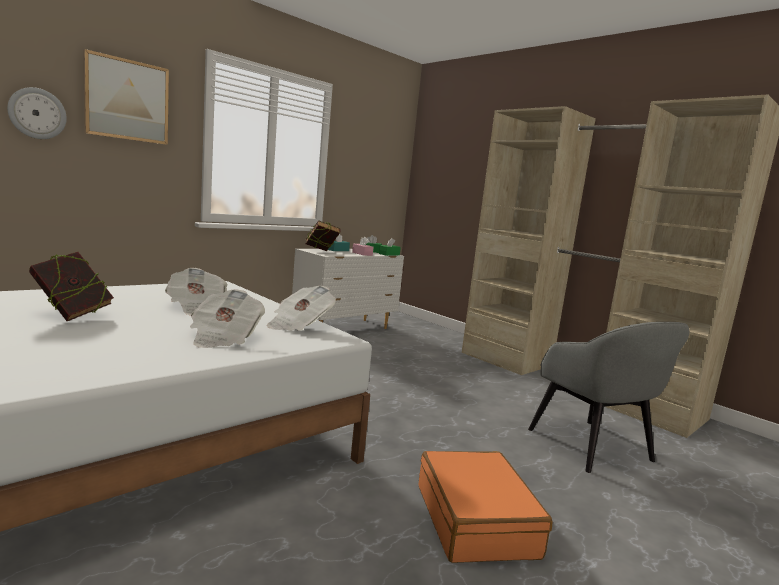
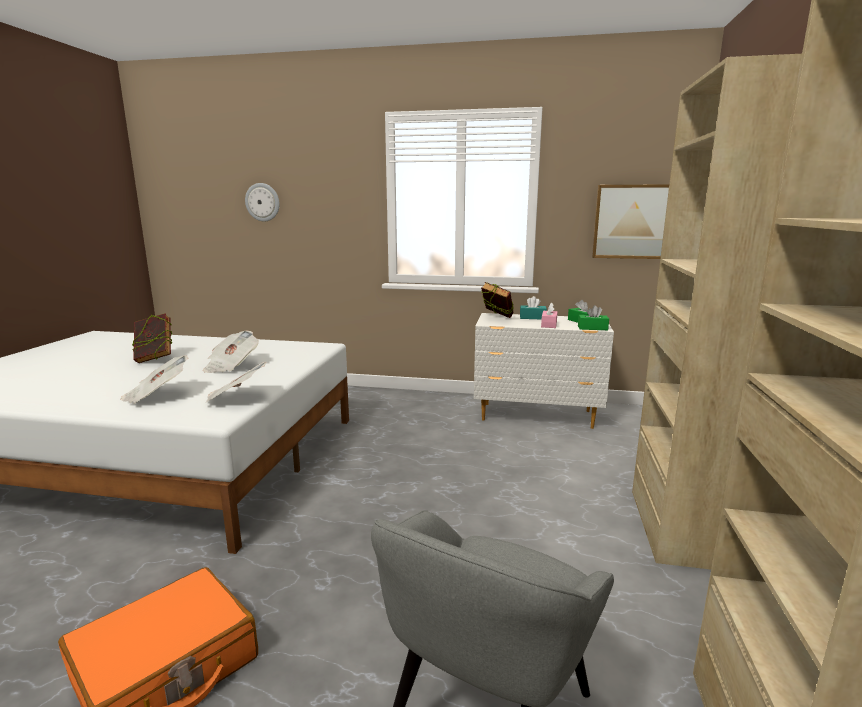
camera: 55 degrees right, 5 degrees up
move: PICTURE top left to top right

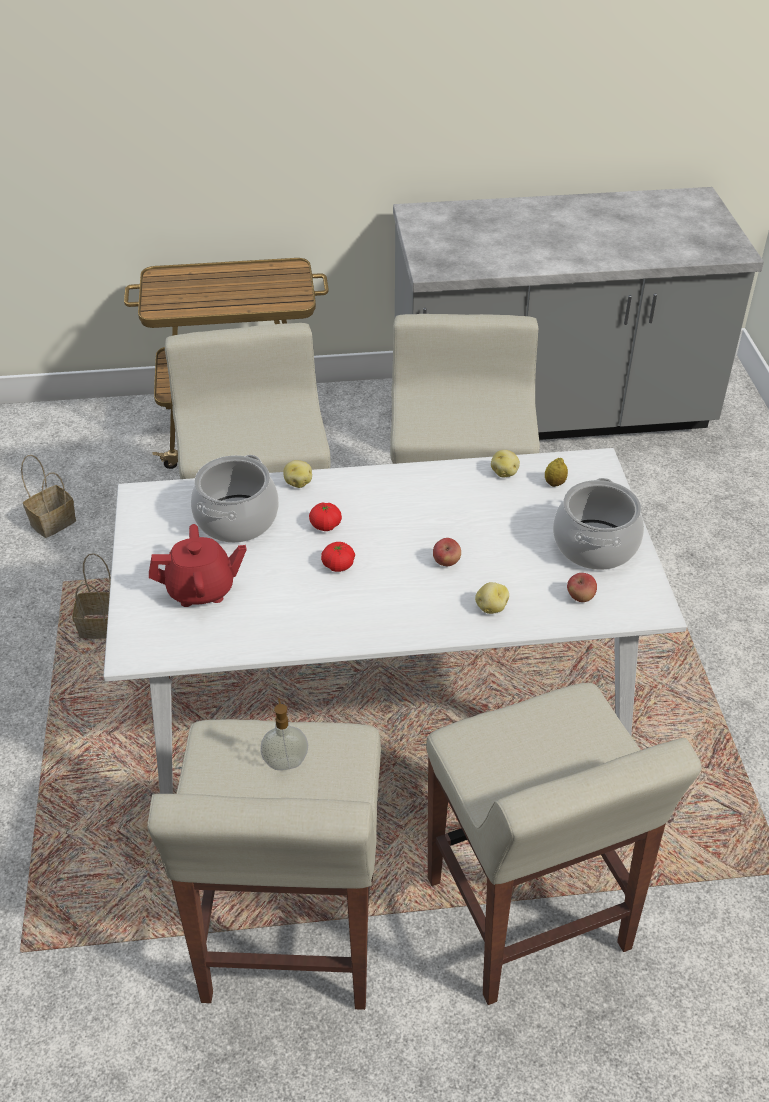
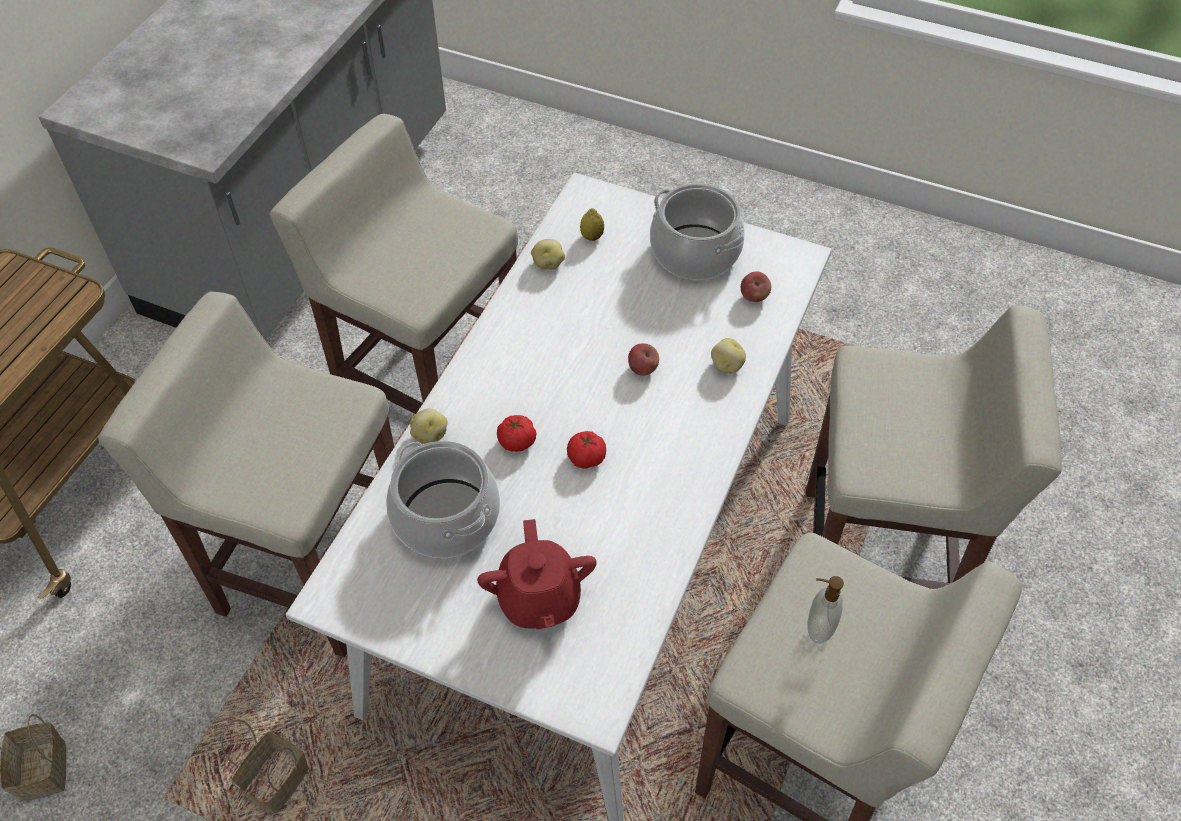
camera: 60 degrees left, 10 degrees up
rotate: RED TEAPOT middle left = bottom centre 150 degrees clockwise

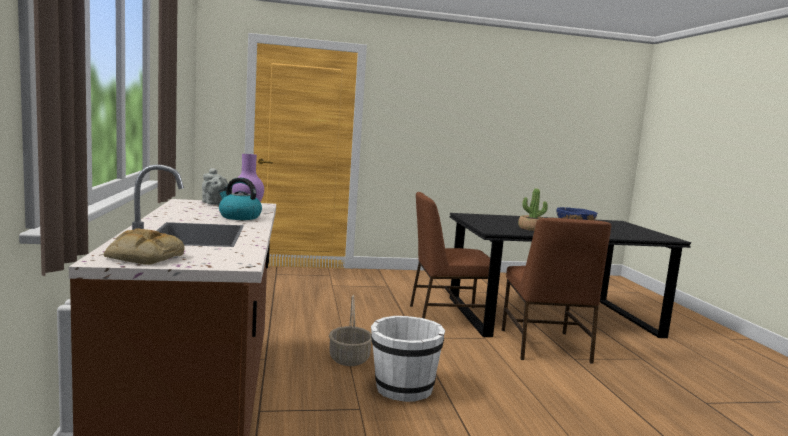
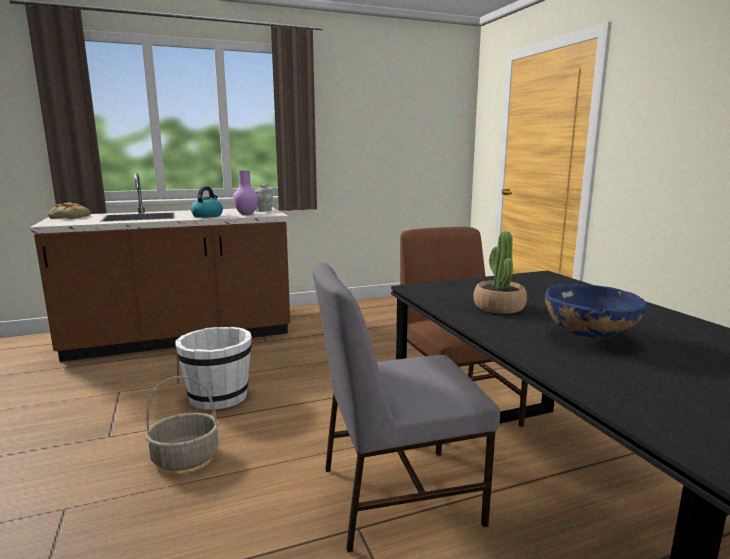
camera: 80 degrees right, 5 degrees up
move: BASKET bottom centre to bottom left
recolor: BROWN CHAIR (2nd from left) bottom right to GREY CHAIR bottom centre

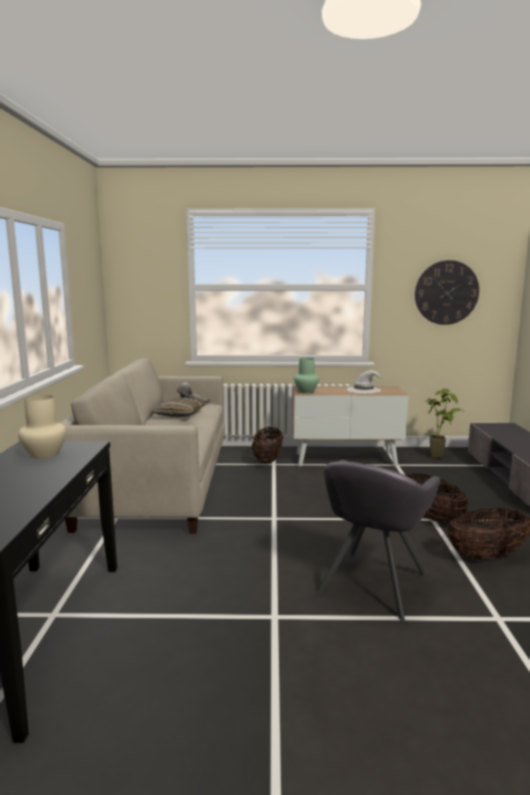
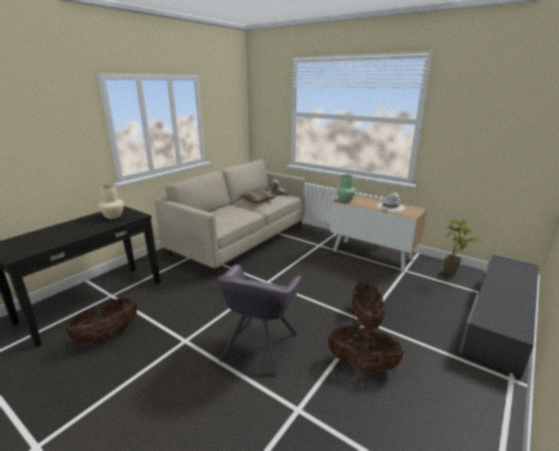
camera: 35 degrees right, 10 degrees up
delete: WALL CLOCK middle right
move: BASKET (1st from left) centre to bottom left
rotate: GREY ARMCHAIR bottom right = bottom centre 45 degrees counterclockwise

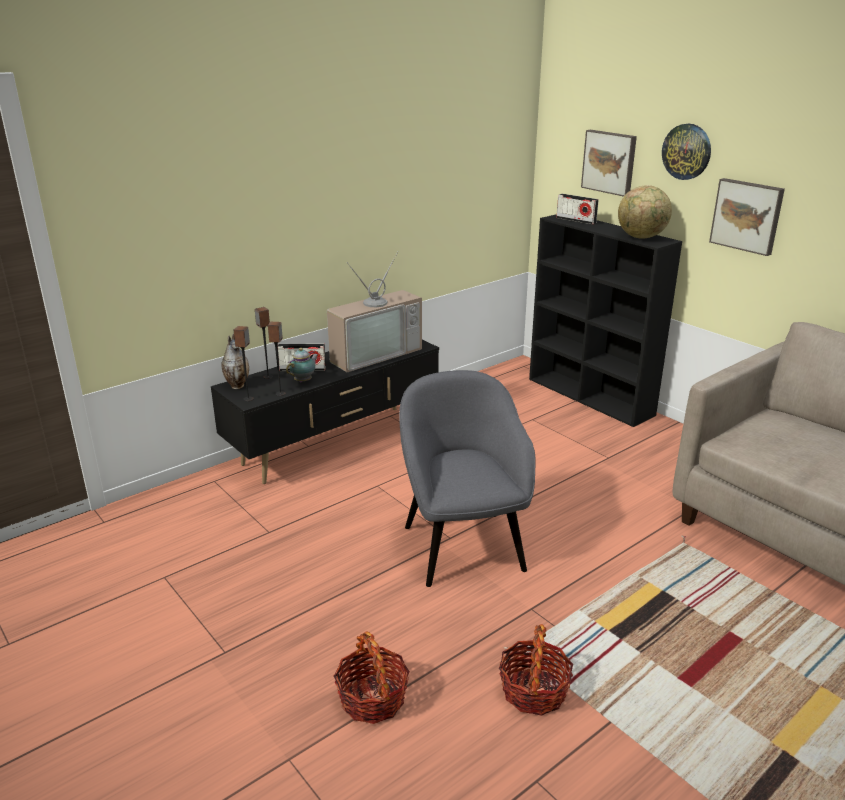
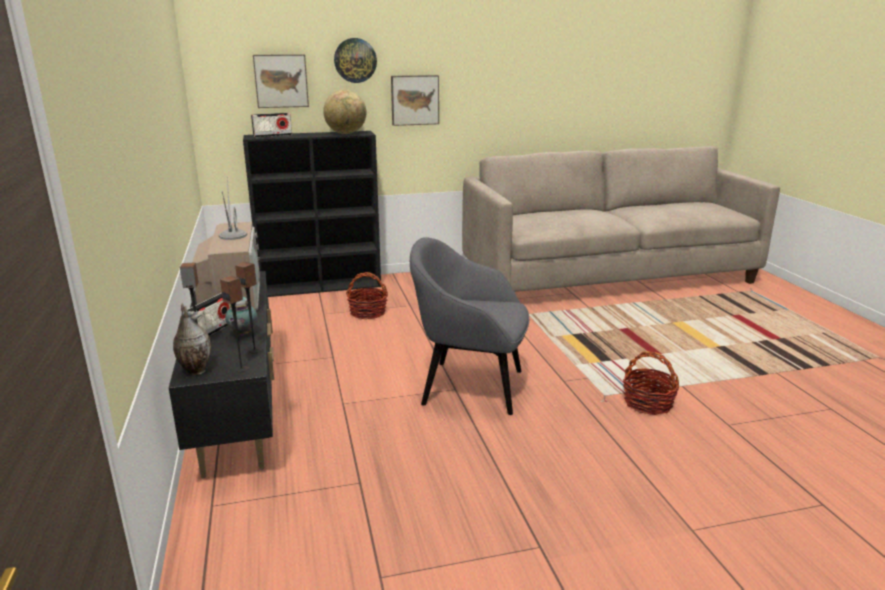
camera: 65 degrees left, 5 degrees down
move: BASKET (1st from left) bottom centre to centre
rotate: TEAPOT centre = middle left 150 degrees counterclockwise

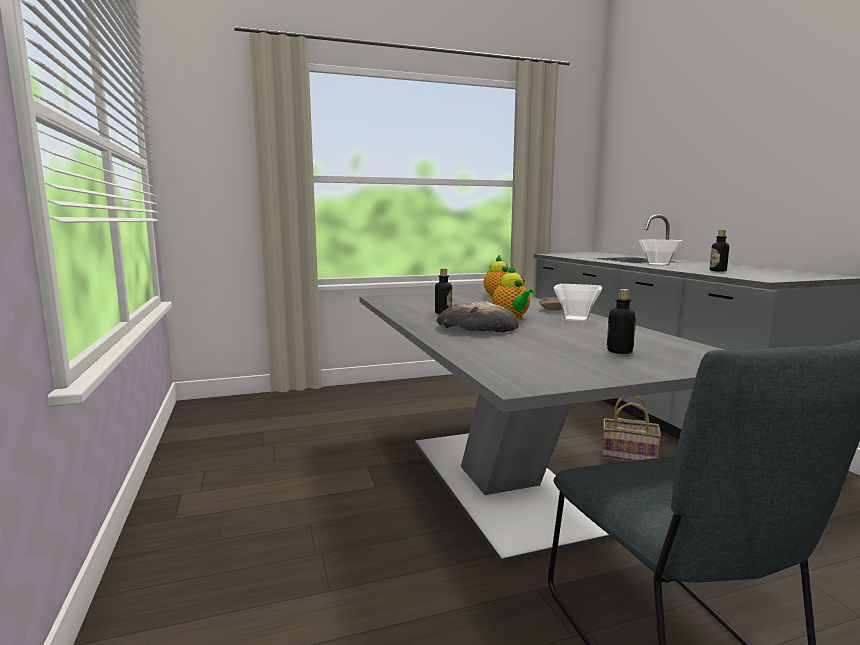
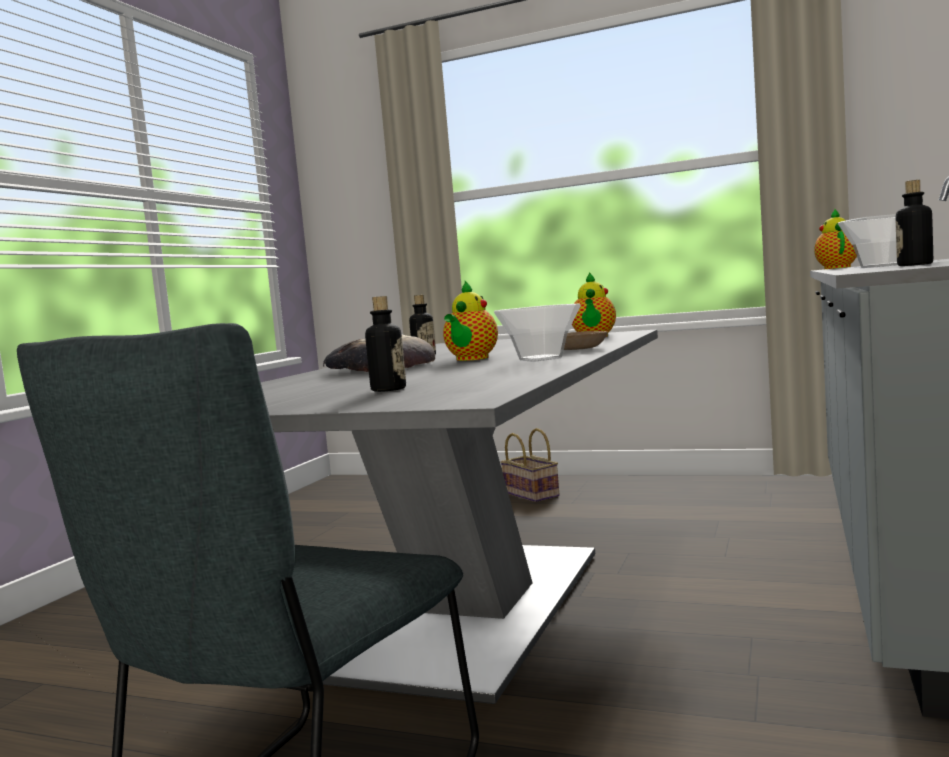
camera: 40 degrees right, 5 degrees down
insert: TEAPOT (3rd from left) top right
move: BASKET middle right to centre

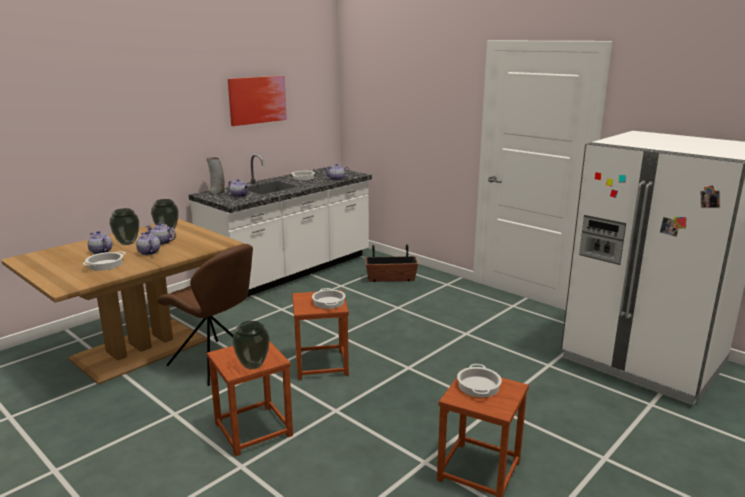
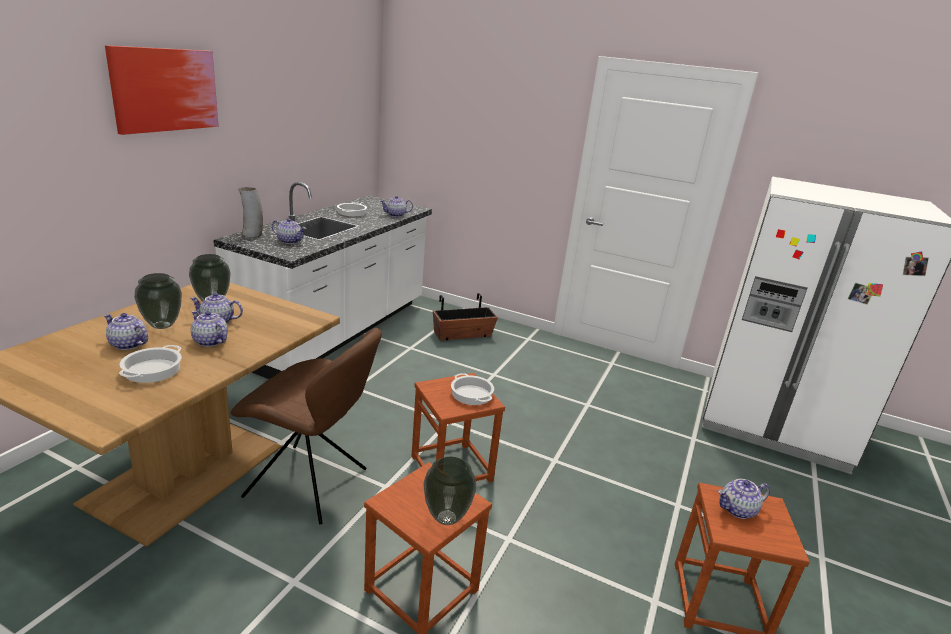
camera: 20 degrees left, 5 degrees up
move: PICTURE top centre to top left
replace: COOKING POT (4th from left) bottom centre to TEAPOT (6th from left) bottom right

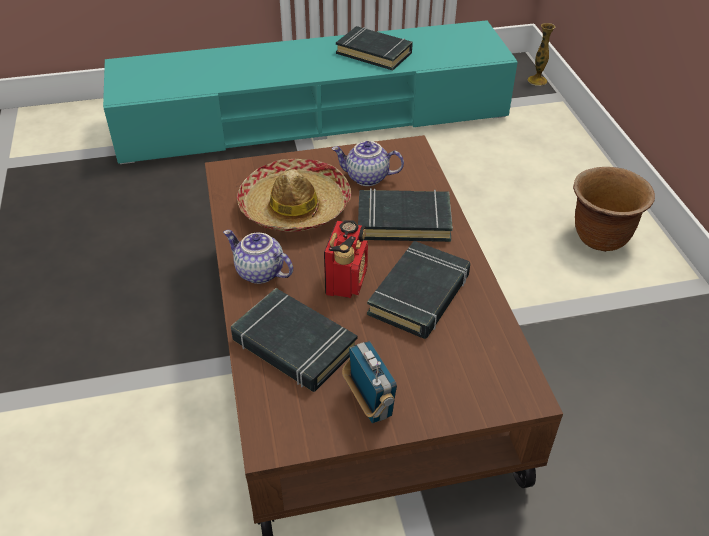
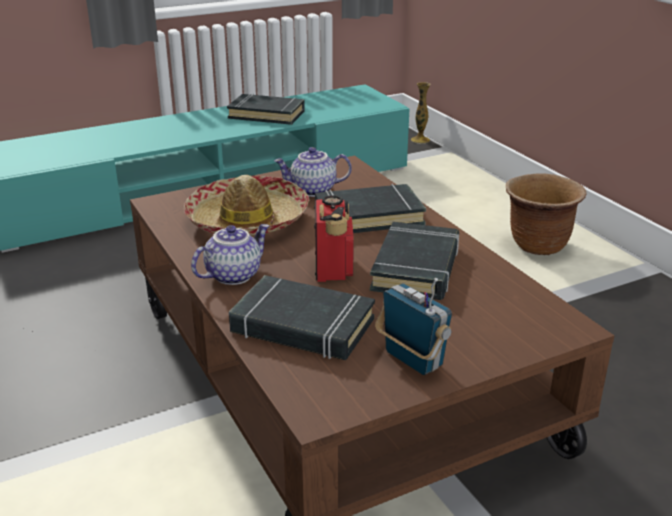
camera: 15 degrees left, 15 degrees down
rotate: TEAPOT (1st from left) centre = centre 120 degrees clockwise

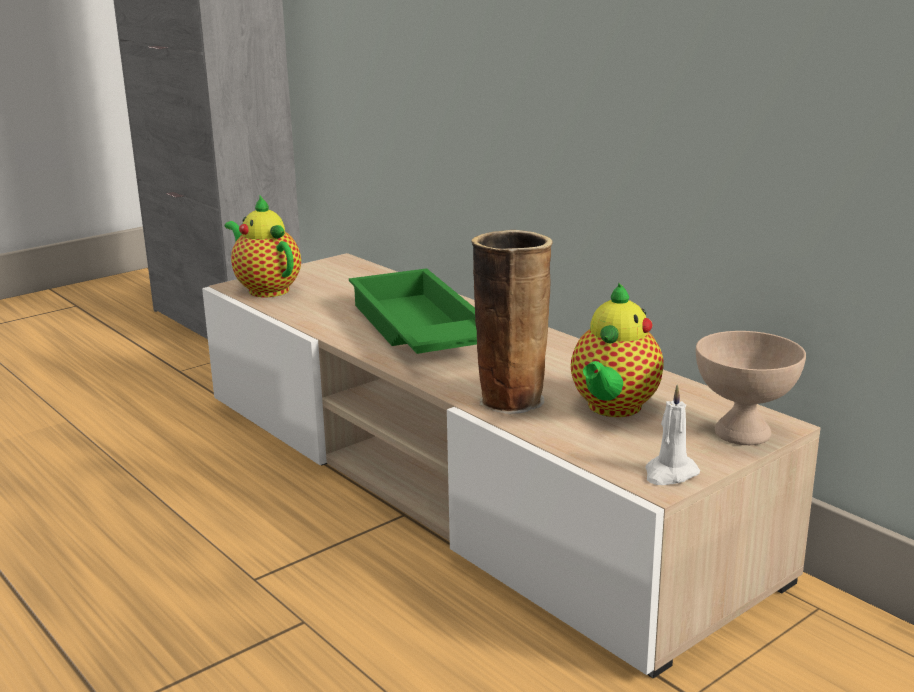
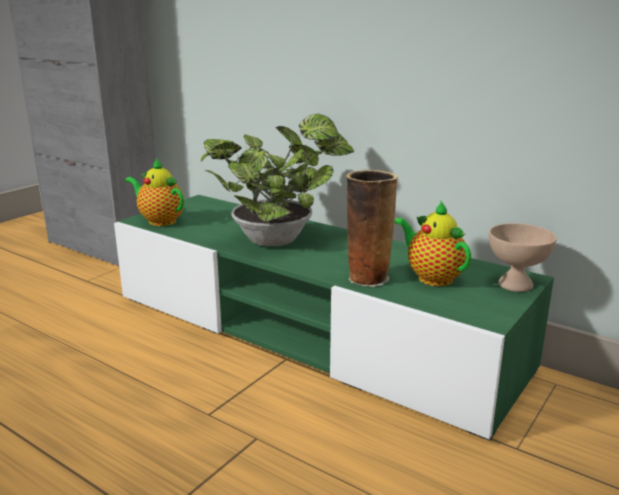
camera: 15 degrees left, 0 degrees up
delete: WHITE CANDLE middle right
replace: GREEN TRAY centre to POTTED PLANT centre
recolor: BEIGE TV STAND bottom centre to GREEN TV STAND centre
rotate: TEAPOT (2nd from left) middle right = middle right 135 degrees clockwise

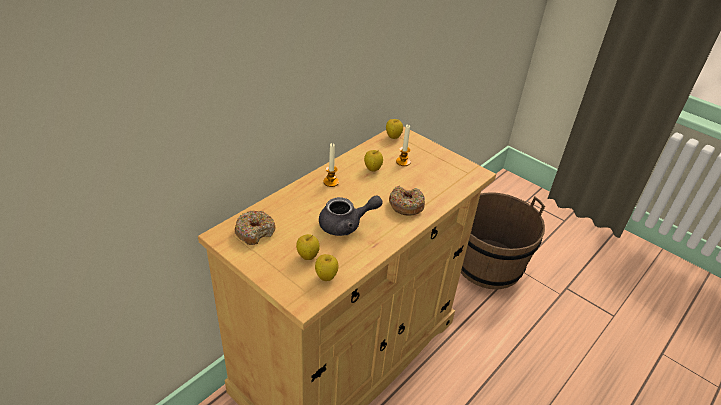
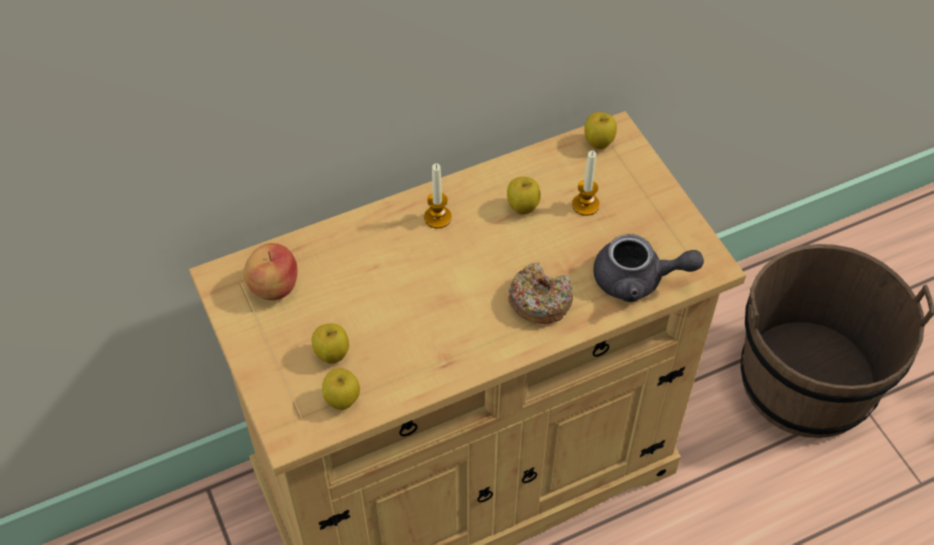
camera: 25 degrees right, 15 degrees up
move: GREY TEAPOT centre to middle right
replace: DONUT (1st from left) centre to APPLE (1st from left) middle left

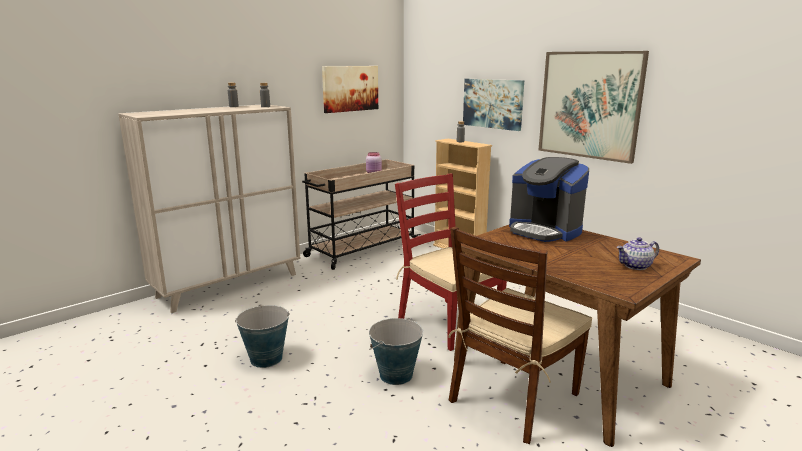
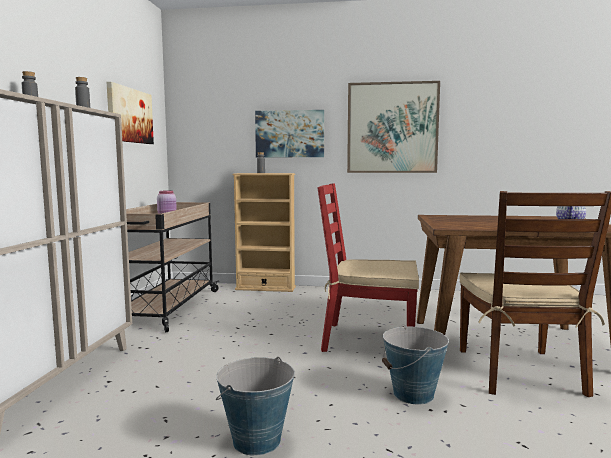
camera: 40 degrees left, 10 degrees down
delete: COFFEE MACHINE middle right

